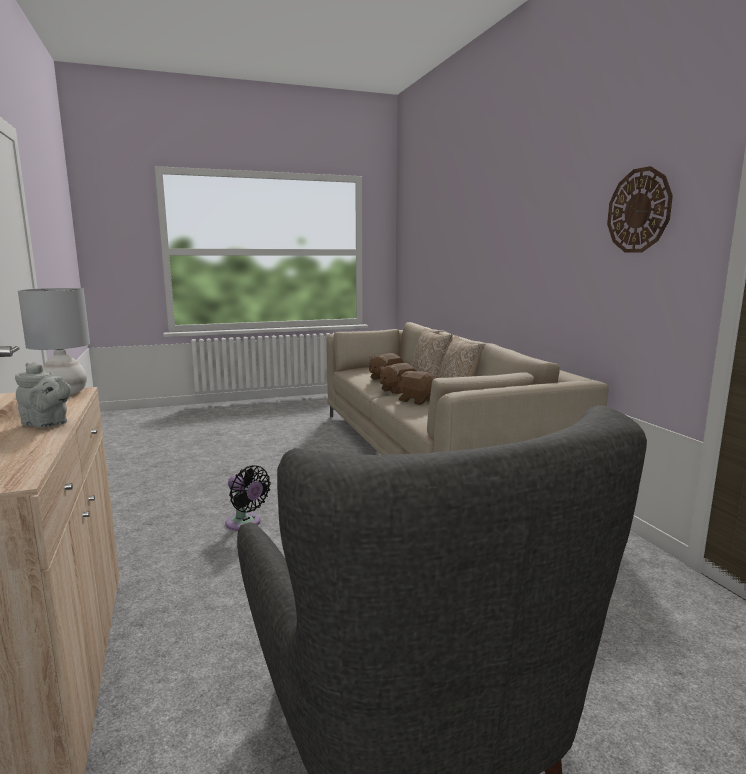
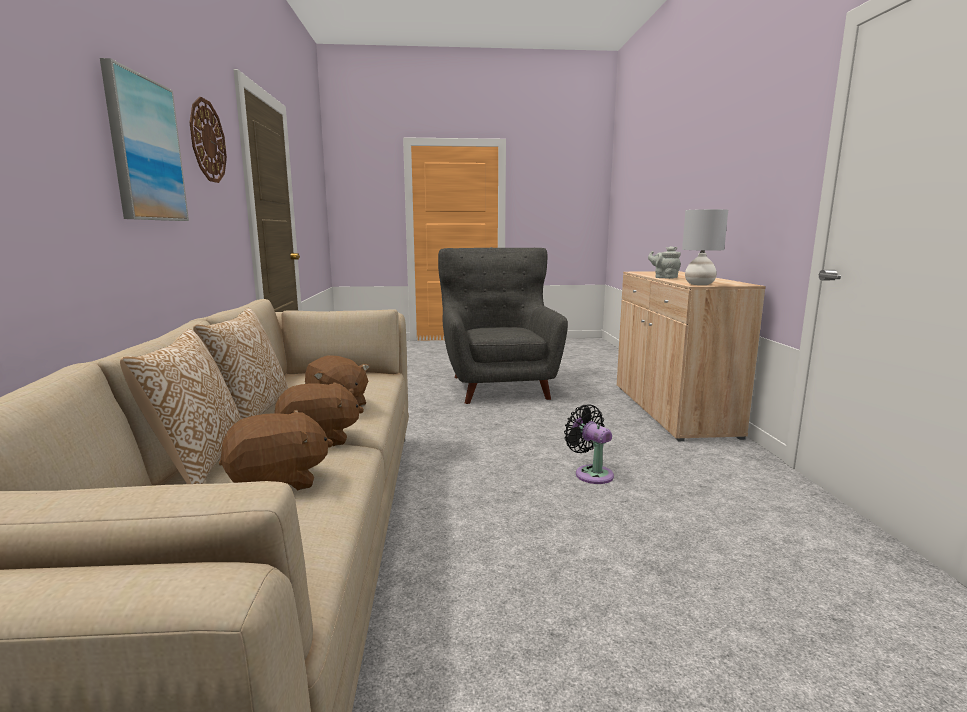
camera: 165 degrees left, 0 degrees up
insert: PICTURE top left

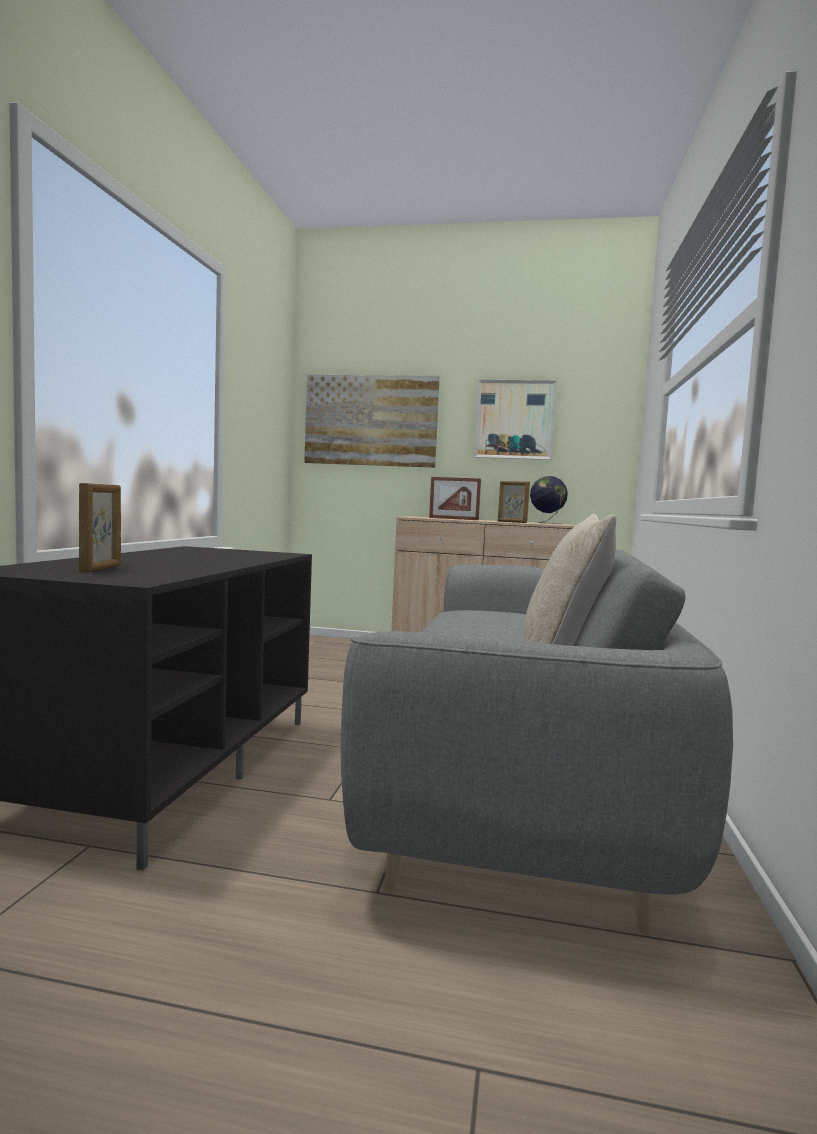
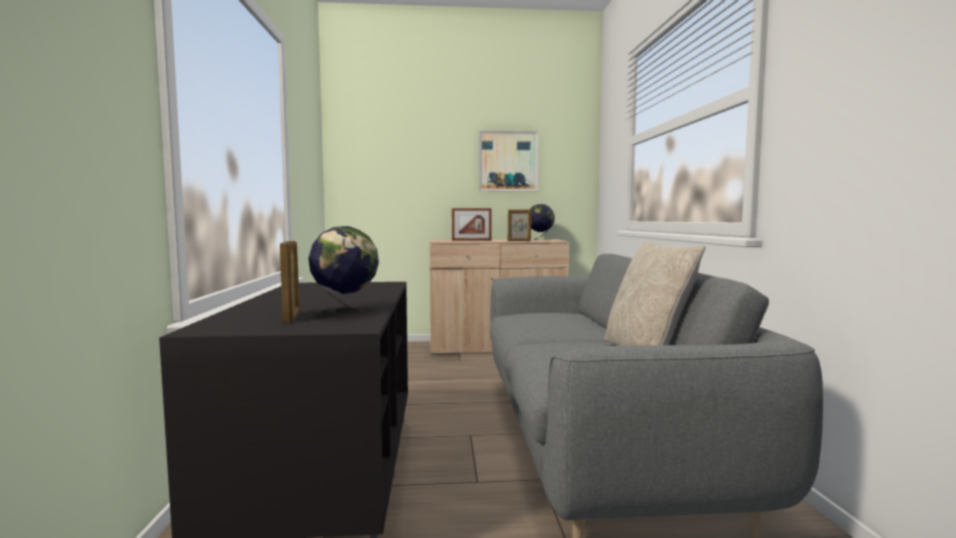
camera: 15 degrees left, 0 degrees up
delete: PICTURE (1st from left) centre
insert: GLOBE (1st from left) centre

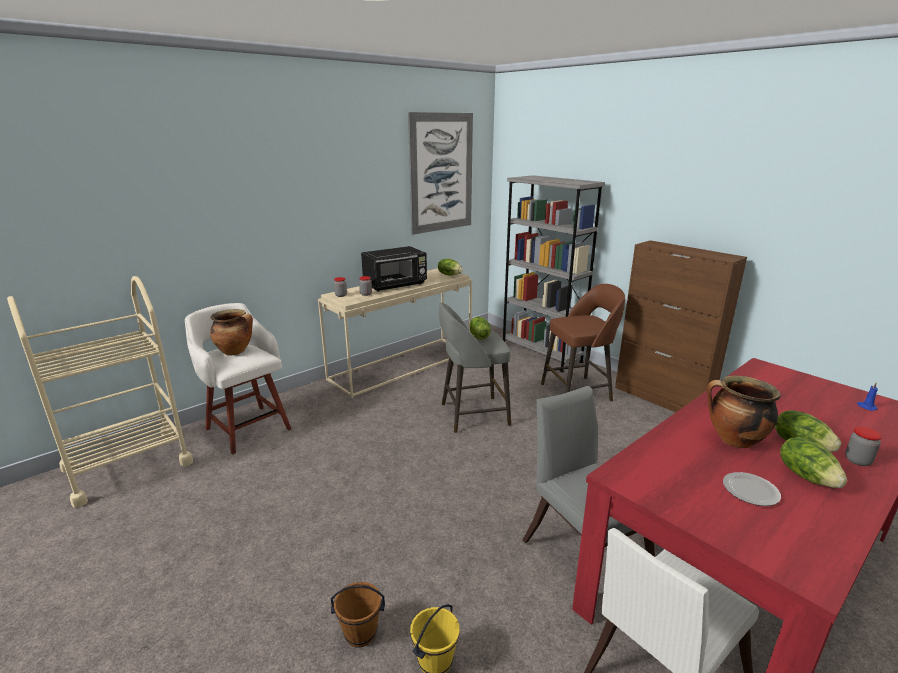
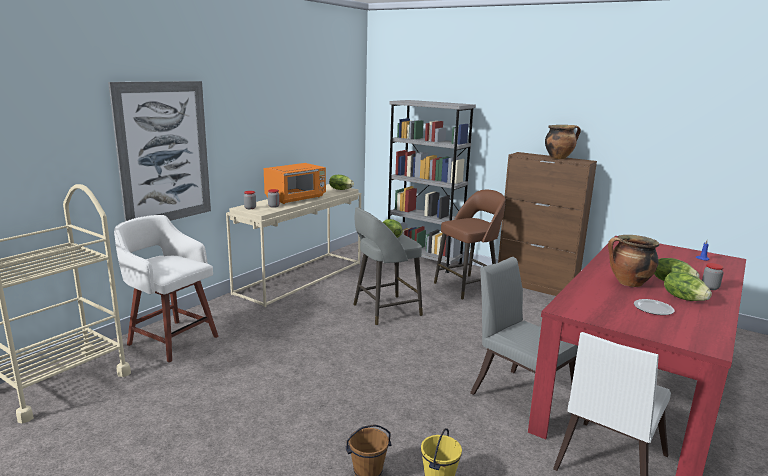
camera: 15 degrees left, 5 degrees down
move: PICTURE top centre to top left; COOKING POT (1st from left) middle left to top right
recolor: BLACK MICROWAVE centre to ORANGE MICROWAVE centre

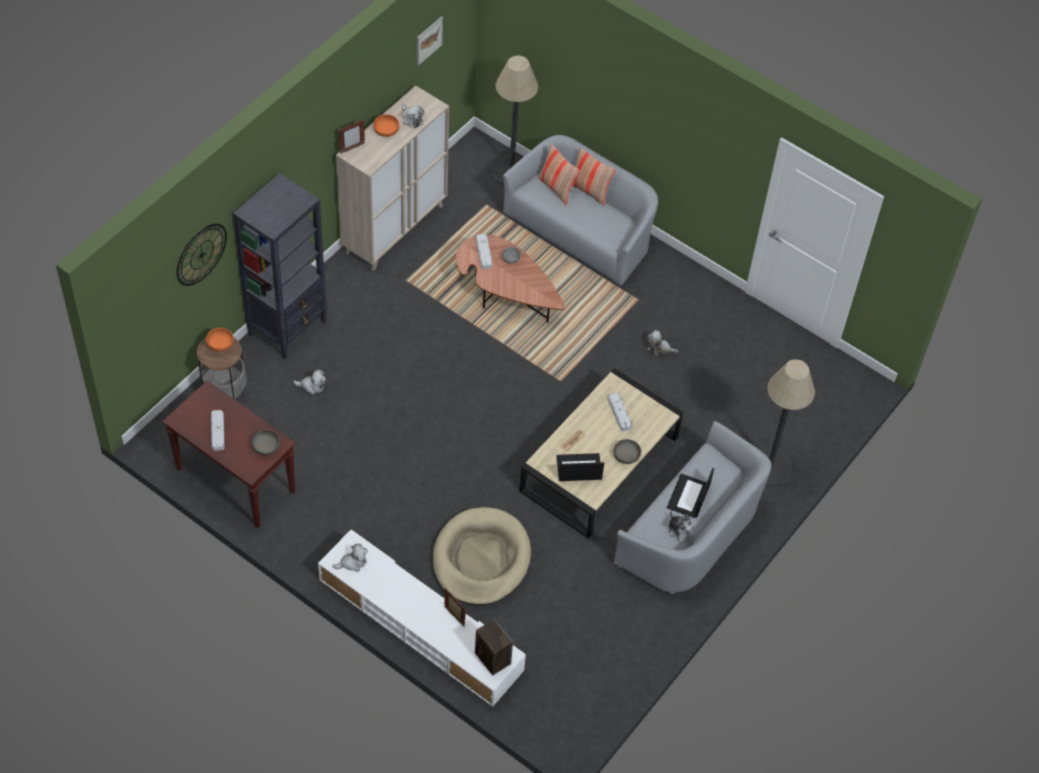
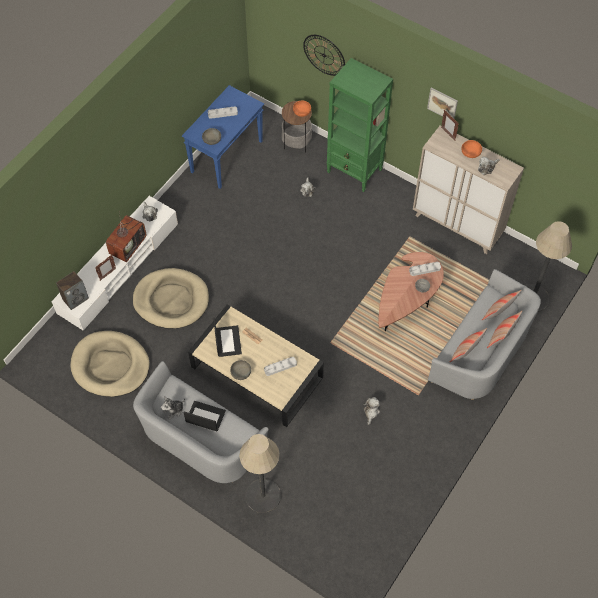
camera: 90 degrees right, 5 degrees up
insert: TELEVISION middle left; PILLOW (1st from left) middle right; BEIGE DOG BED (1st from left) middle left
move: PICTURE top centre to top right
recolor: BLACK BOOKCASE middle left to GREEN BOOKCASE top centre; BROWN CONSOLE TABLE middle left to BLUE CONSOLE TABLE top centre

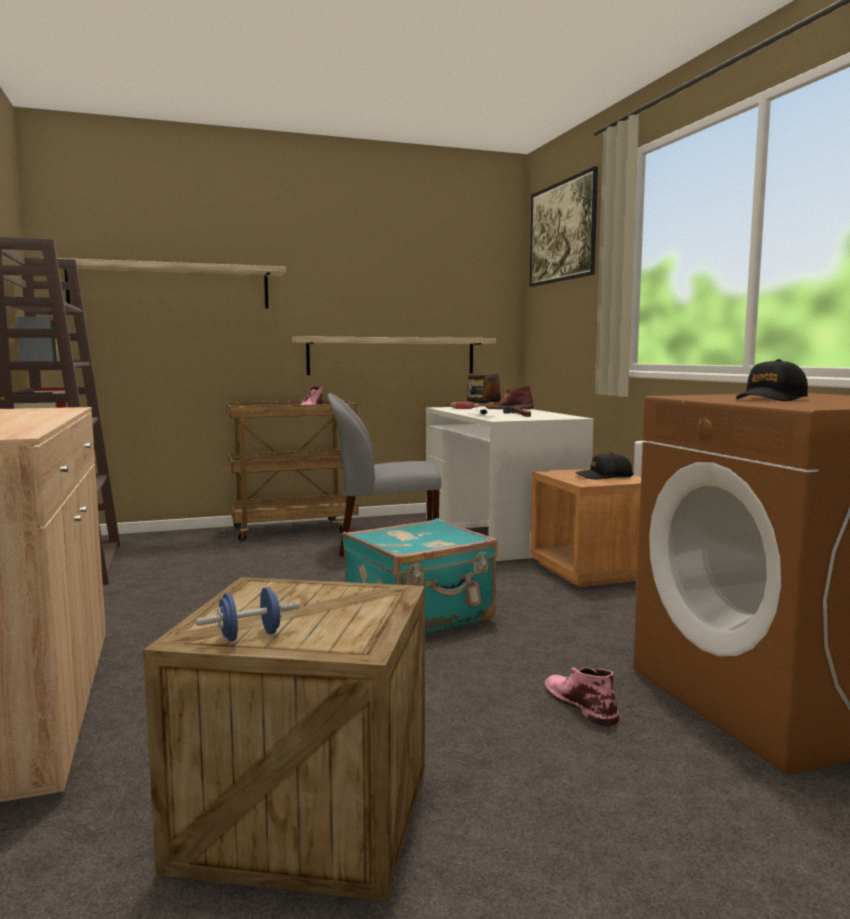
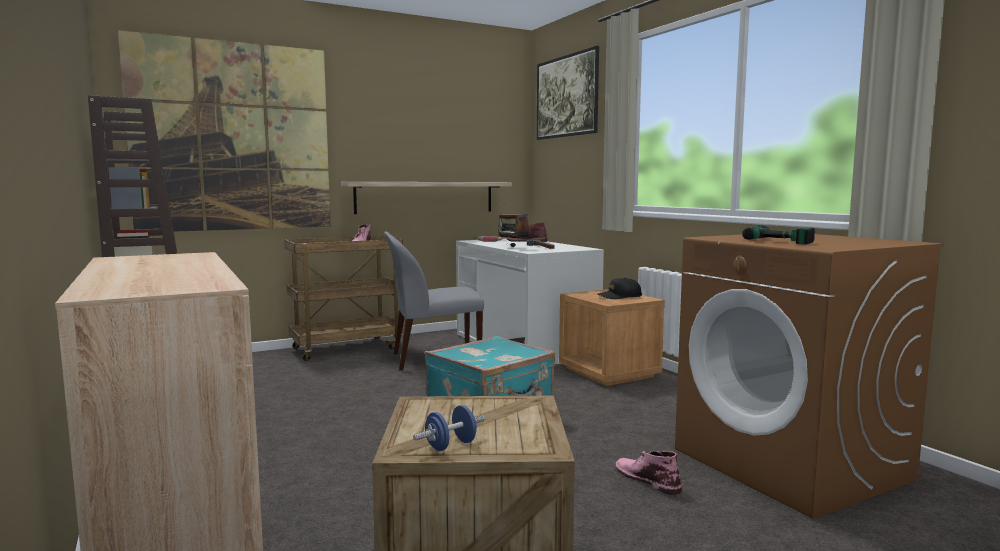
camera: 10 degrees left, 0 degrees up
replace: SHELF (1st from left) top left to PICTURE (1st from left) top left; BLACK CAP (2nd from left) middle right to POWER DRILL (2nd from left) middle right

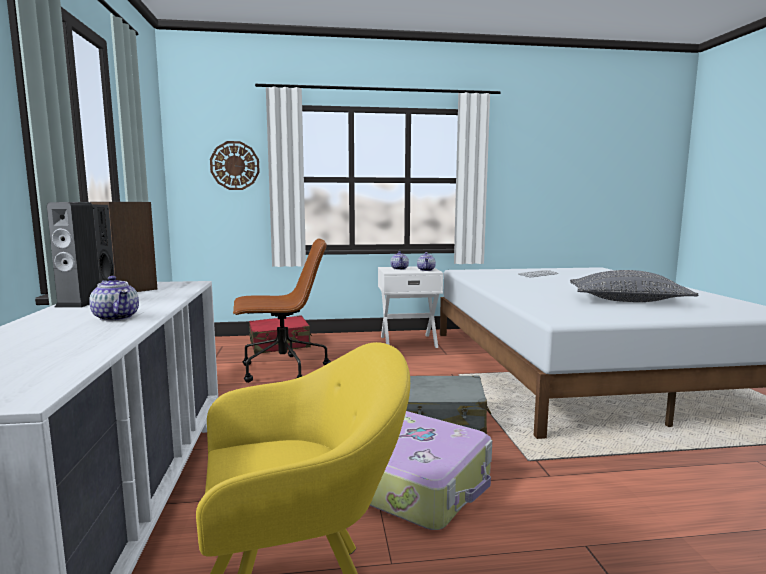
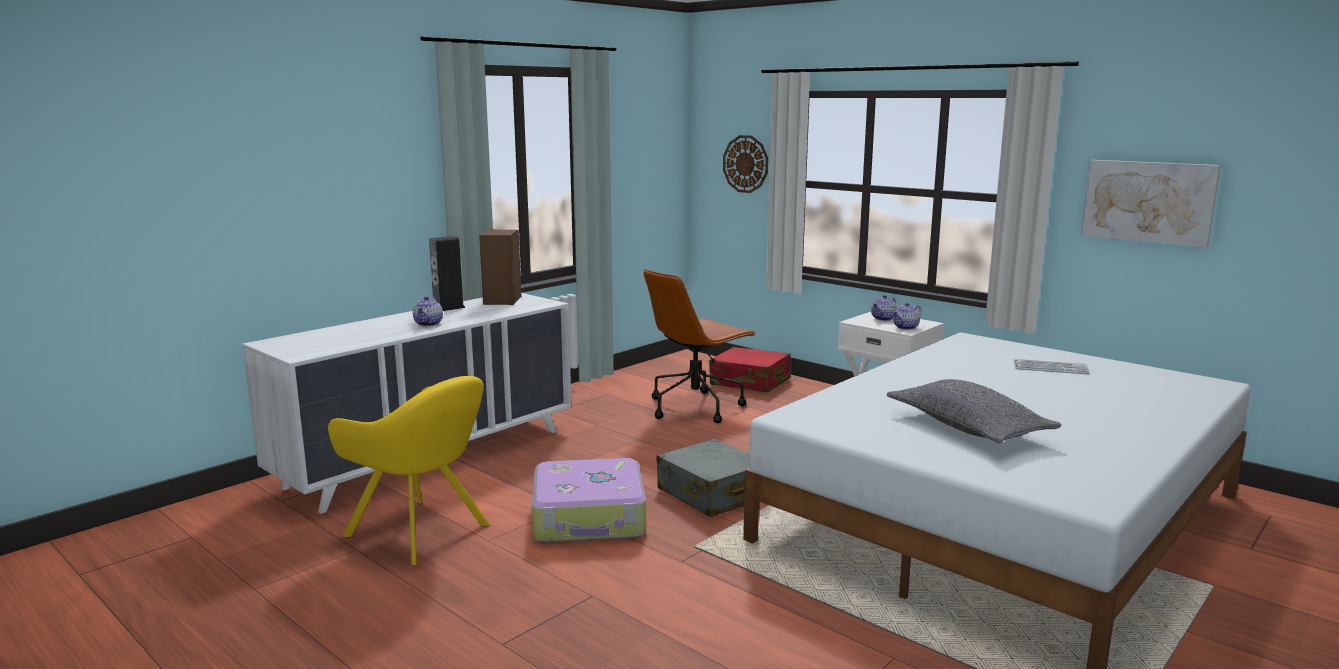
camera: 50 degrees right, 5 degrees up
insert: PICTURE top right
rotate: BROWN OFFICE CHAIR centre = centre 105 degrees clockwise

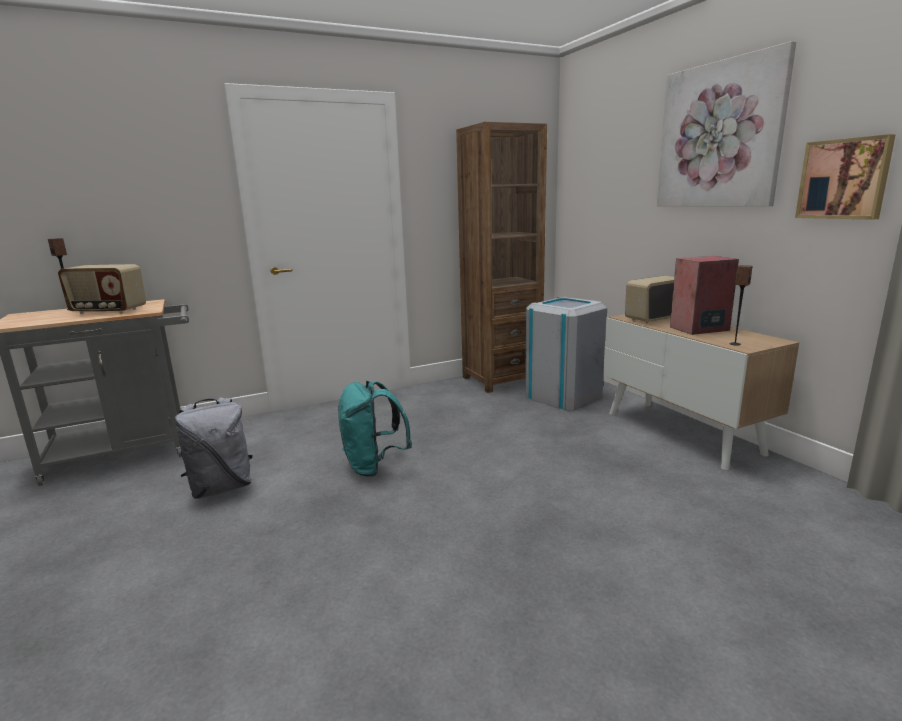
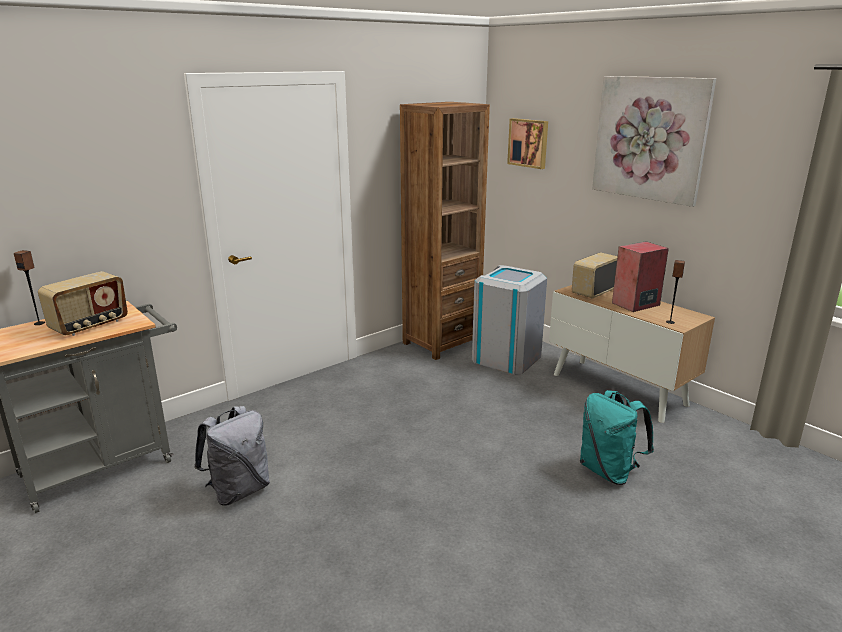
camera: 15 degrees left, 5 degrees up
move: PICTURE (2nd from left in the first image) top right to PICTURE (1st from left) top centre; TURQUOISE BACKPACK centre to bottom right
rotate: RADIO (1st from left) middle left = middle left 45 degrees counterclockwise

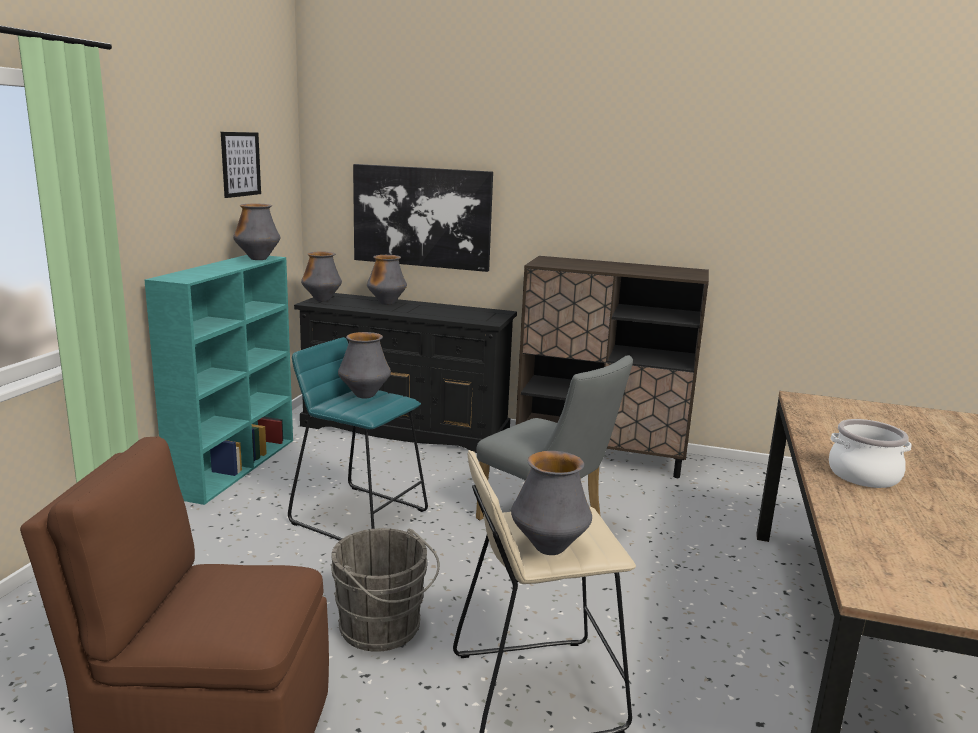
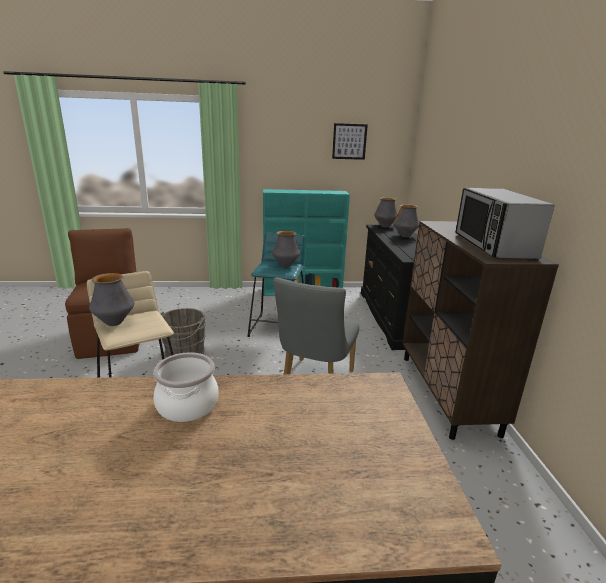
camera: 70 degrees right, 5 degrees up
delete: PICTURE (2nd from left) top centre; VASE (1st from left) top left
insert: MICROWAVE middle right

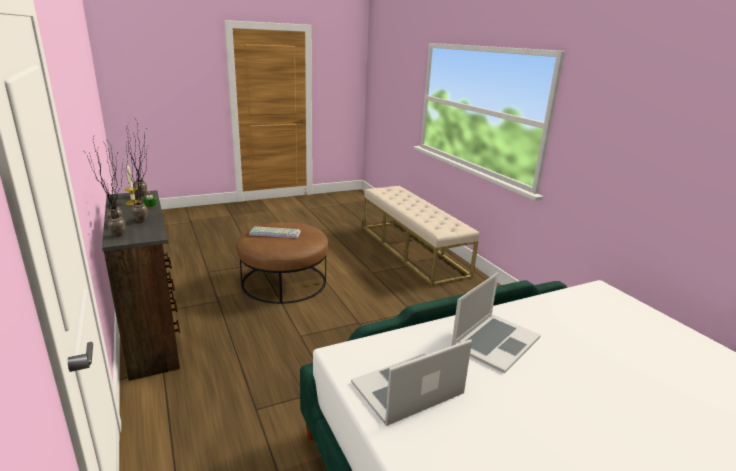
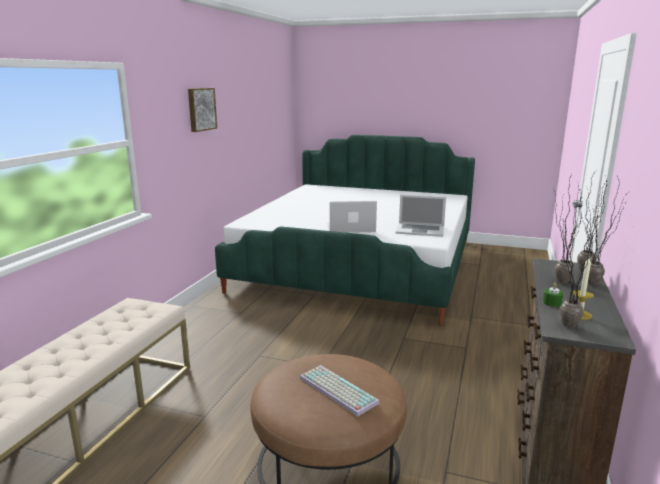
camera: 135 degrees left, 5 degrees down
insert: PICTURE top left

